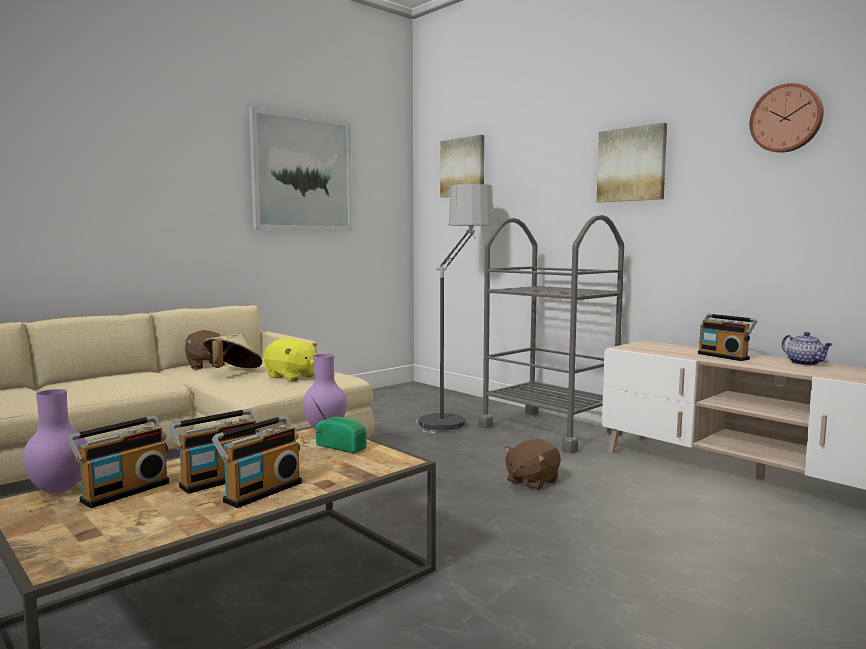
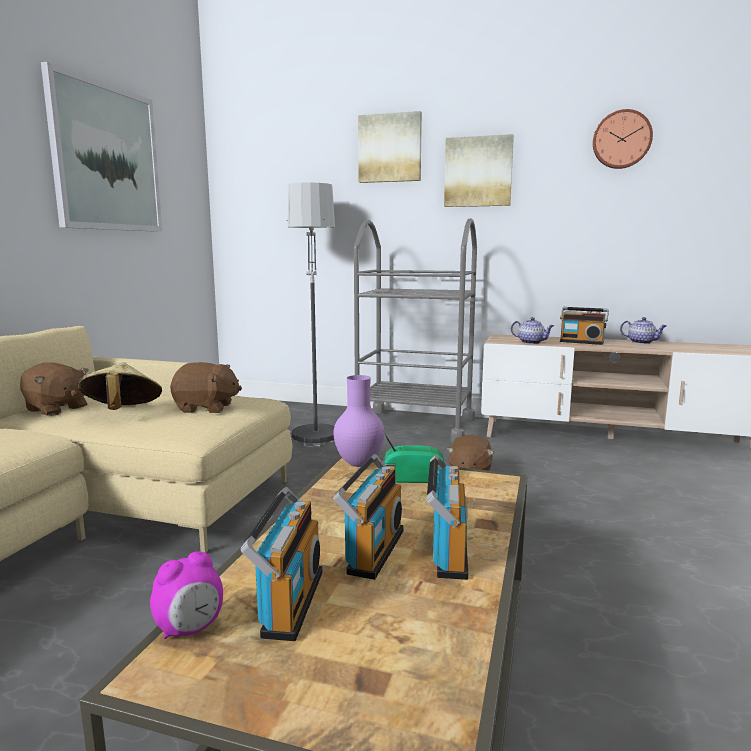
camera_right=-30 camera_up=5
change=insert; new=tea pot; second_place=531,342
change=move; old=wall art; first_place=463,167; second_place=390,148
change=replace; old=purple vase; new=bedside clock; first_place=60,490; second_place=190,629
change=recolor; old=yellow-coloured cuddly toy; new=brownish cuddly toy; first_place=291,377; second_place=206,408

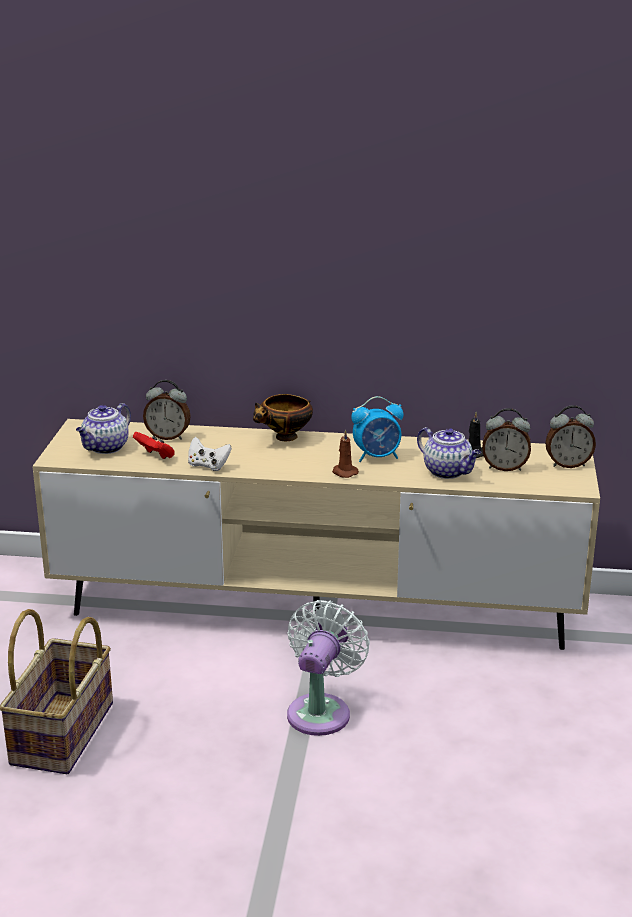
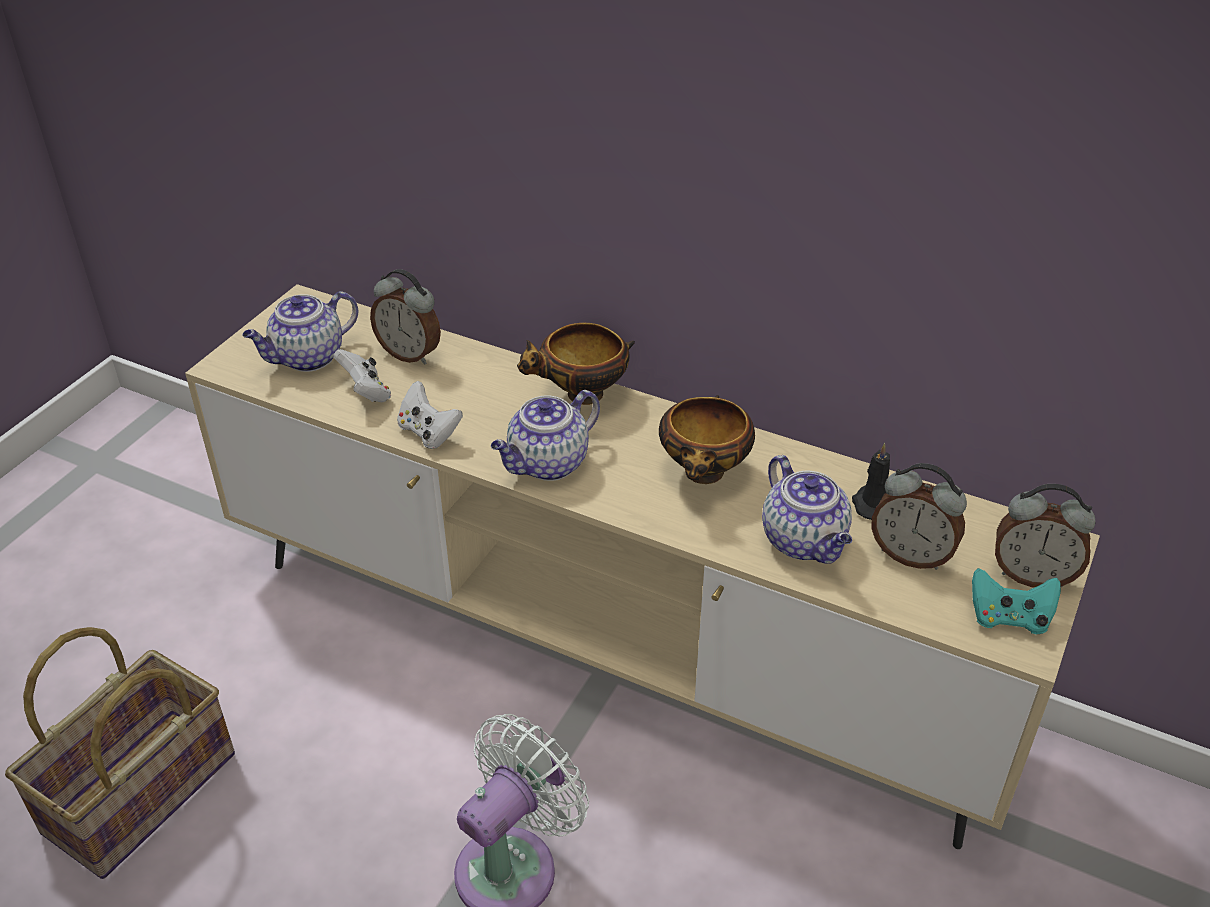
camera_right=20 camera_up=15
change=delete; old=brownish wax light; first_place=344,472
change=insert; new=tea pot; second_place=547,464
change=insert; new=turquoise game controller; second_place=1009,618
change=replace; old=bedside clock; new=bowl; first_place=377,457; second_place=704,475
change=recolor; old=red game controller; new=white game controller; first_place=156,456; second_place=366,392

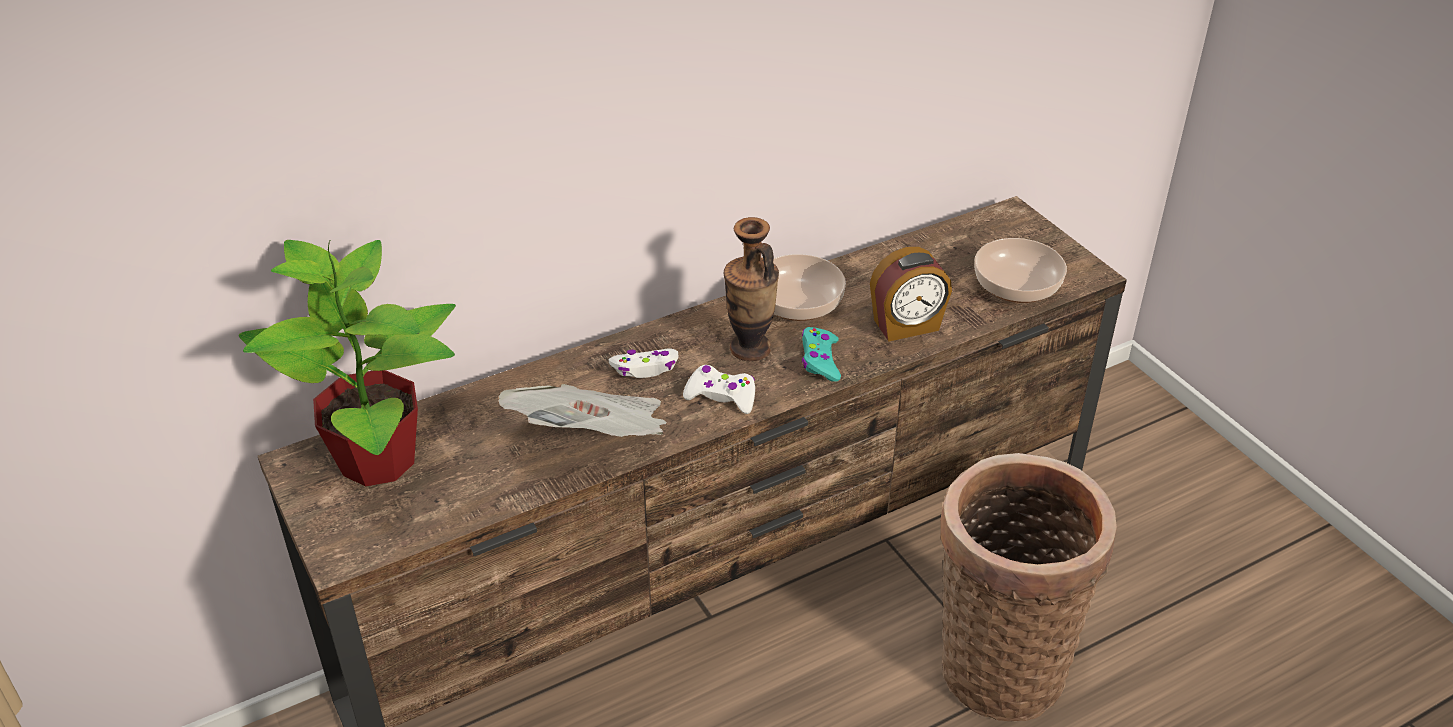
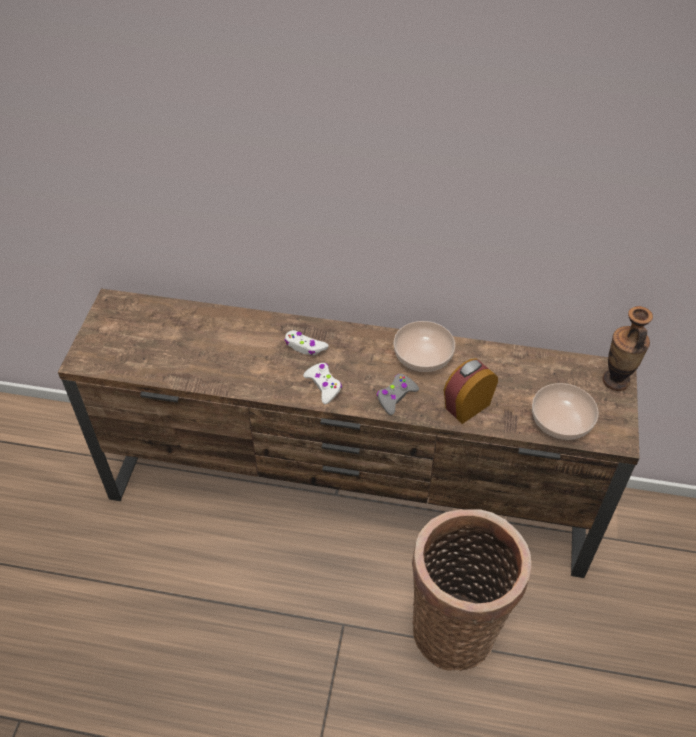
camera_right=40 camera_up=10
change=delete; old=houseplant; first_place=380,460
change=delete; old=printed paper; first_place=594,442
change=move; old=vase; first_place=750,348; second_place=615,380
change=recolor; old=turquoise game controller; new=grey game controller; first_place=820,360; second_place=396,397
change=rotate; old=bedside clock; first_place=907,326; second_place=466,406; degrees=120

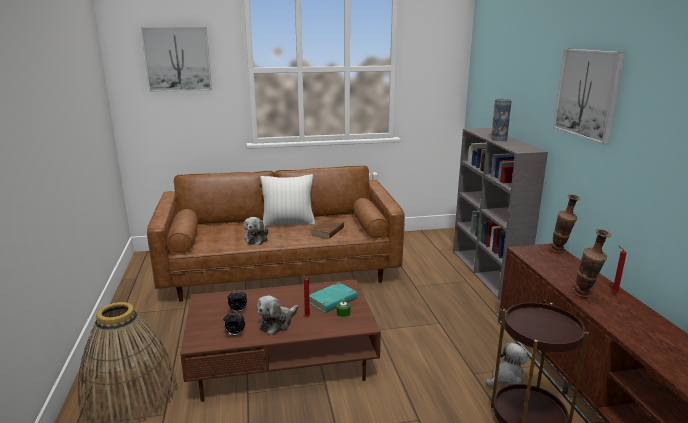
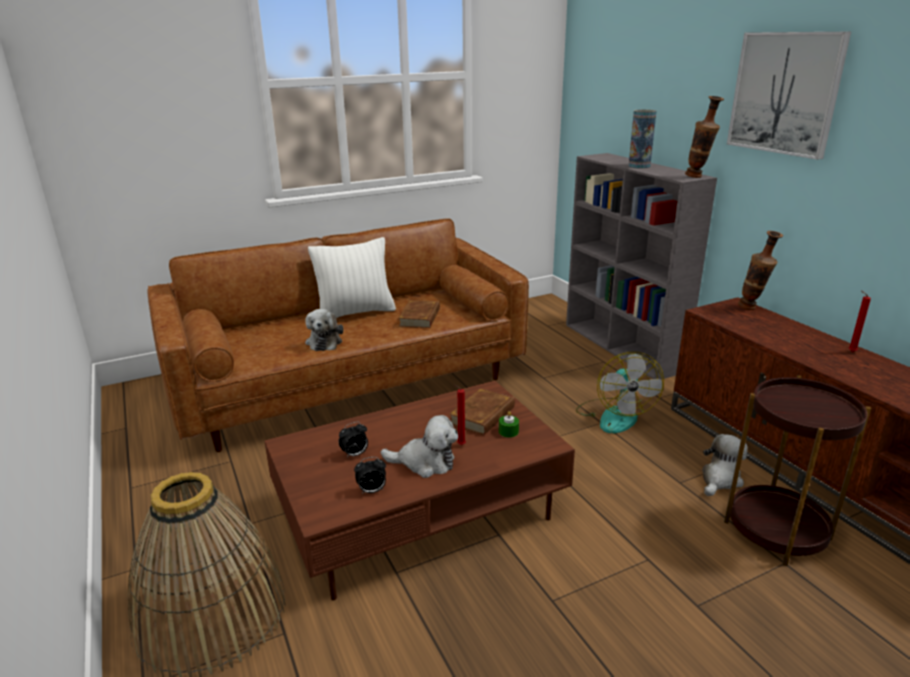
camera_right=-15 camera_up=5
change=delete; old=wall art; first_place=177,59
change=insert; new=fan; second_place=614,415
change=move; old=vase; first_place=585,297; second_place=698,177
change=recolor; old=turquoise book; new=brownish book; first_place=333,300; second_place=483,415
change=rotate; old=cuddly toy; first_place=277,323; second_place=425,462; degrees=-105

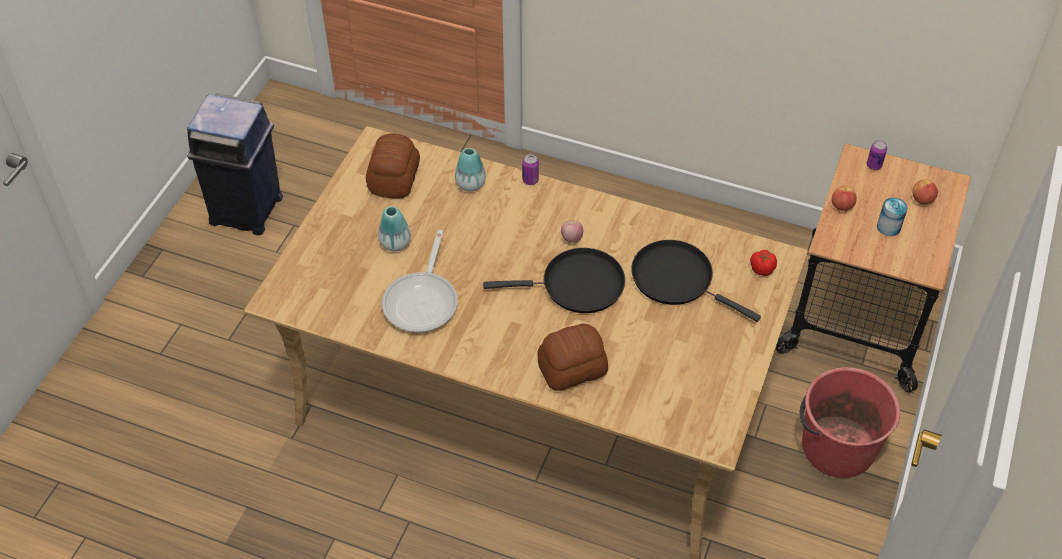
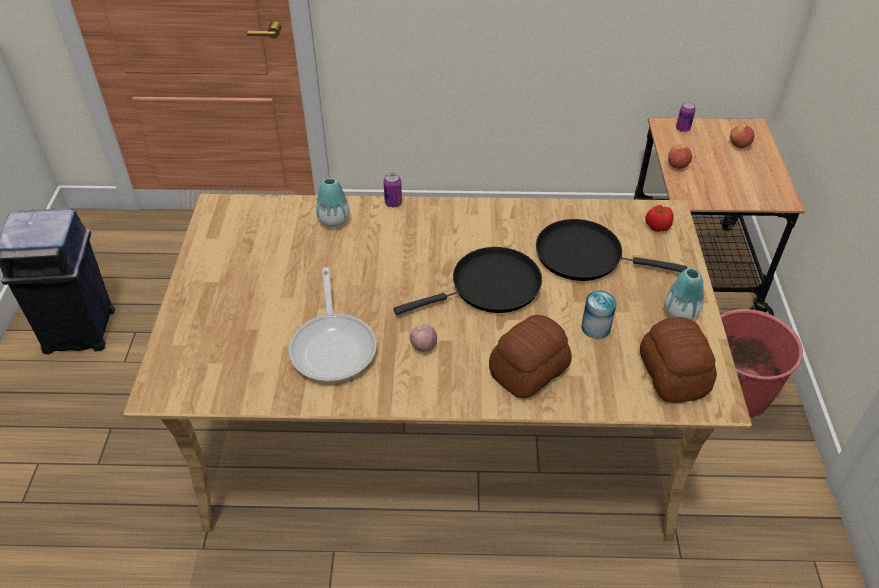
camera_right=-20 camera_up=-5
change=move; old=baked bread; first_place=395,178; second_place=674,373
change=move; old=vase; first_place=395,243; second_place=680,313
change=move; old=apple fruit; first_place=571,238; second_place=423,346
change=move; old=can; first_place=888,227; second_place=596,327

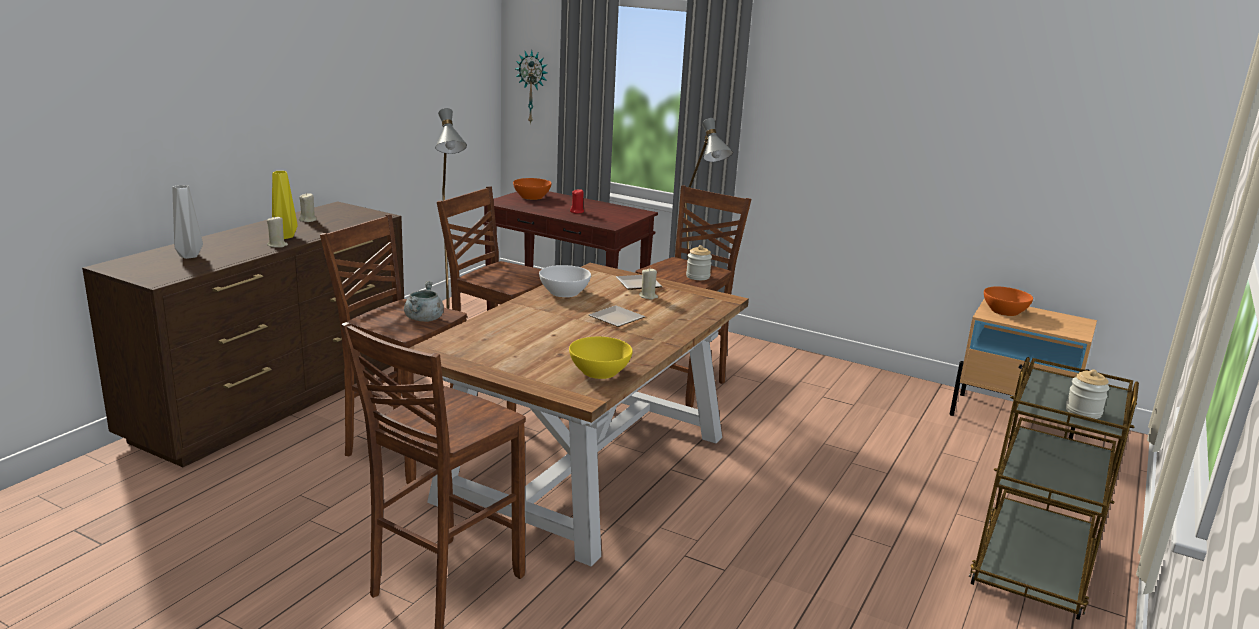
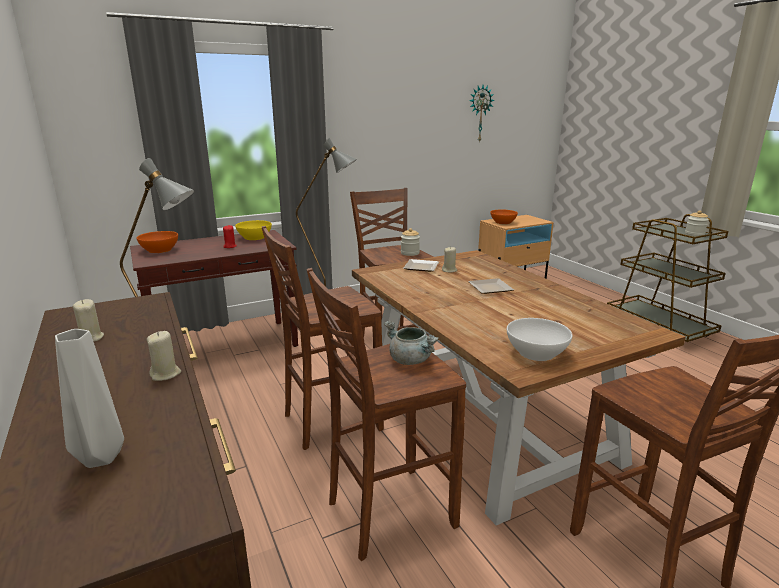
camera_right=-55 camera_up=0
change=delete; old=yellow-coloured vase; first_place=285,237
change=move; old=wall clock; first_place=532,87; second_place=479,113
change=move; old=white bowl; first_place=564,292; second_place=536,352
change=move; old=yellow-coloured bowl; first_place=600,371; second_place=255,237

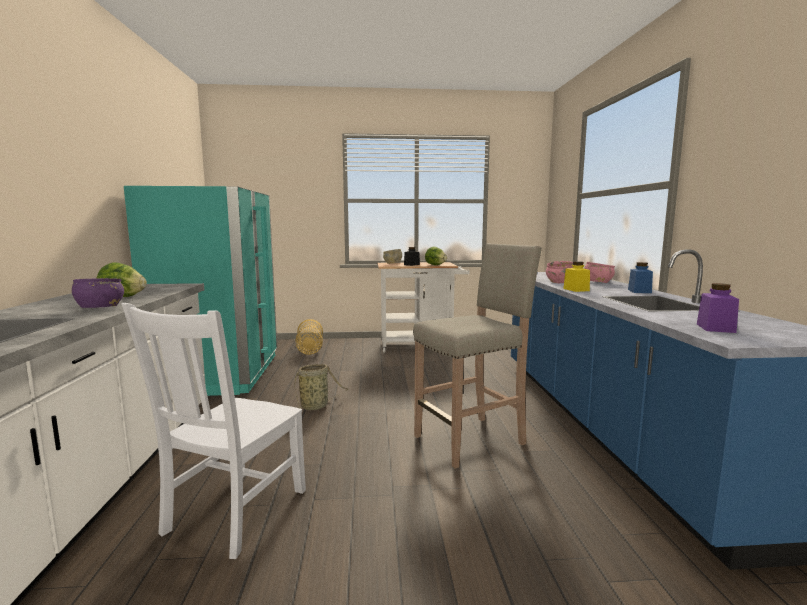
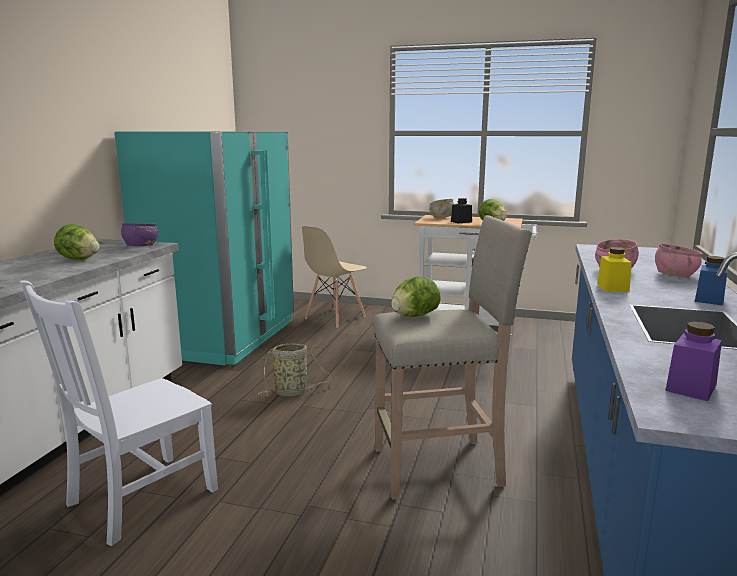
camera_right=20 camera_up=5
change=insert; new=head of lettuce; second_place=414,316
change=move; old=purple bowl; first_place=100,308; second_place=141,246
change=replace; old=household basket; new=beige plain chair; first_place=309,350; second_place=334,317

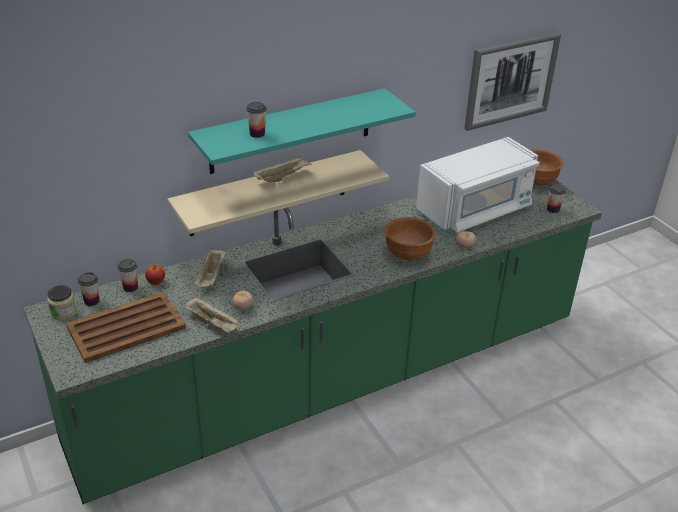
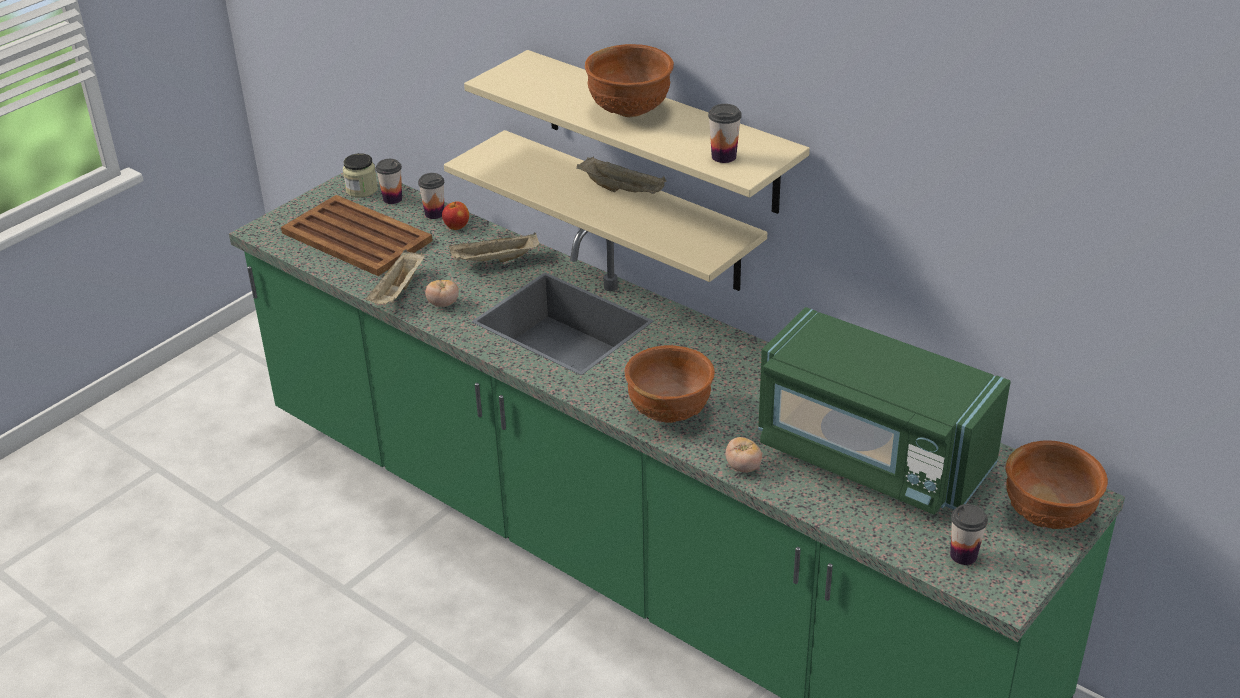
camera_right=70 camera_up=0
change=delete; old=wall art; first_place=511,80
change=insert; new=brownish bowl; second_place=629,111
change=move; old=cup; first_place=257,134; second_place=723,156
change=recolor; old=turquoise shelf; new=beige shelf; first_place=291,131; second_place=660,132
change=recolor; old=white kitchen microwave; new=green kitchen microwave; first_place=475,210; second_place=871,456

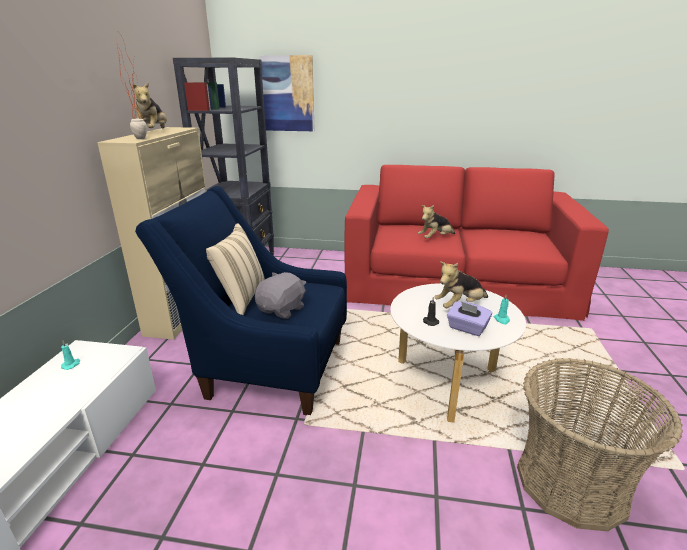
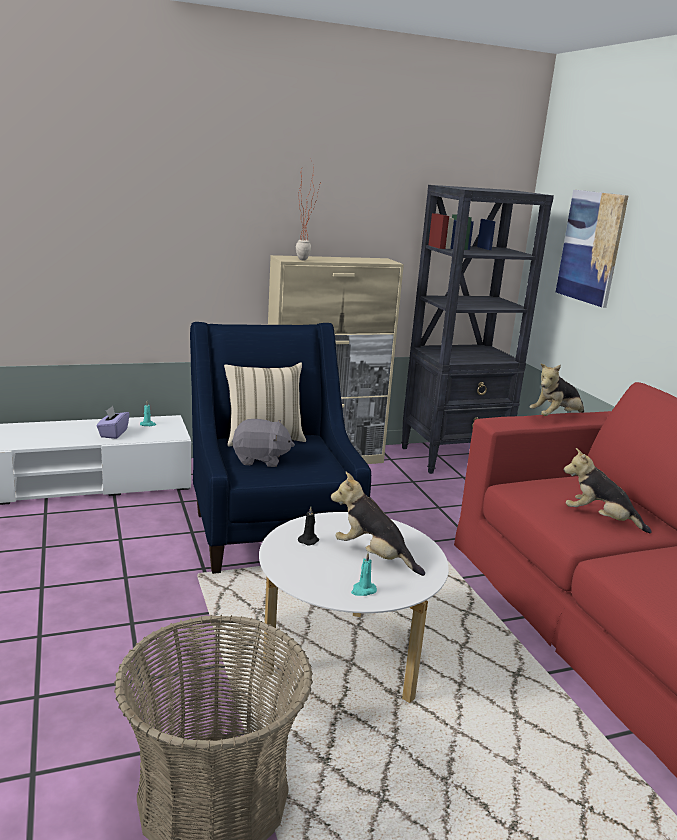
camera_right=60 camera_up=-5
change=move; old=cuddly toy; first_place=153,132; second_place=556,417
change=move; old=purple tissue holder; first_place=467,328; second_place=113,433

